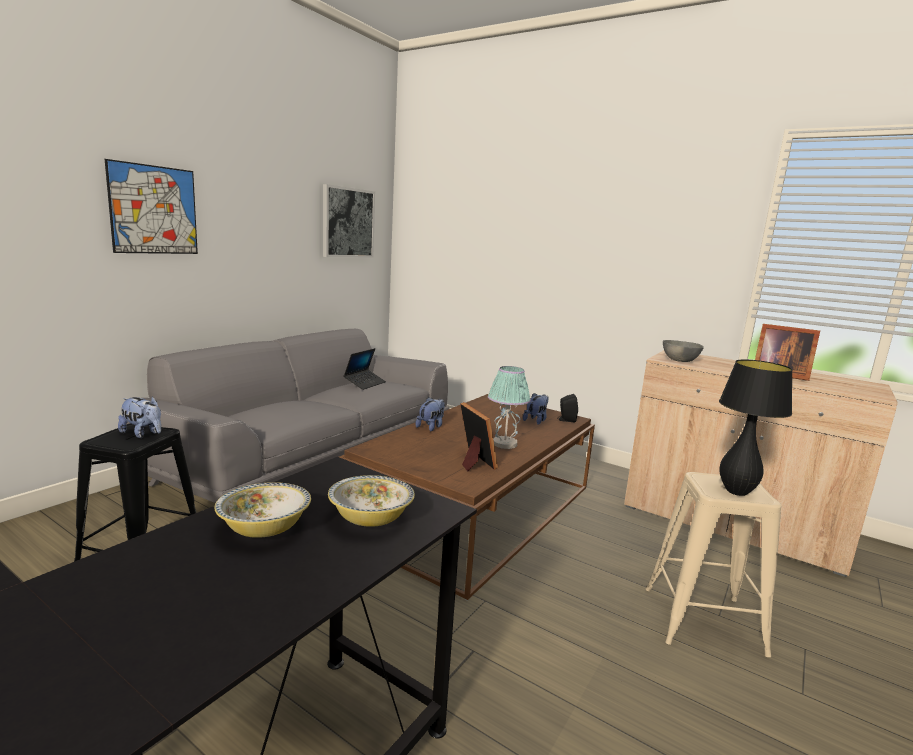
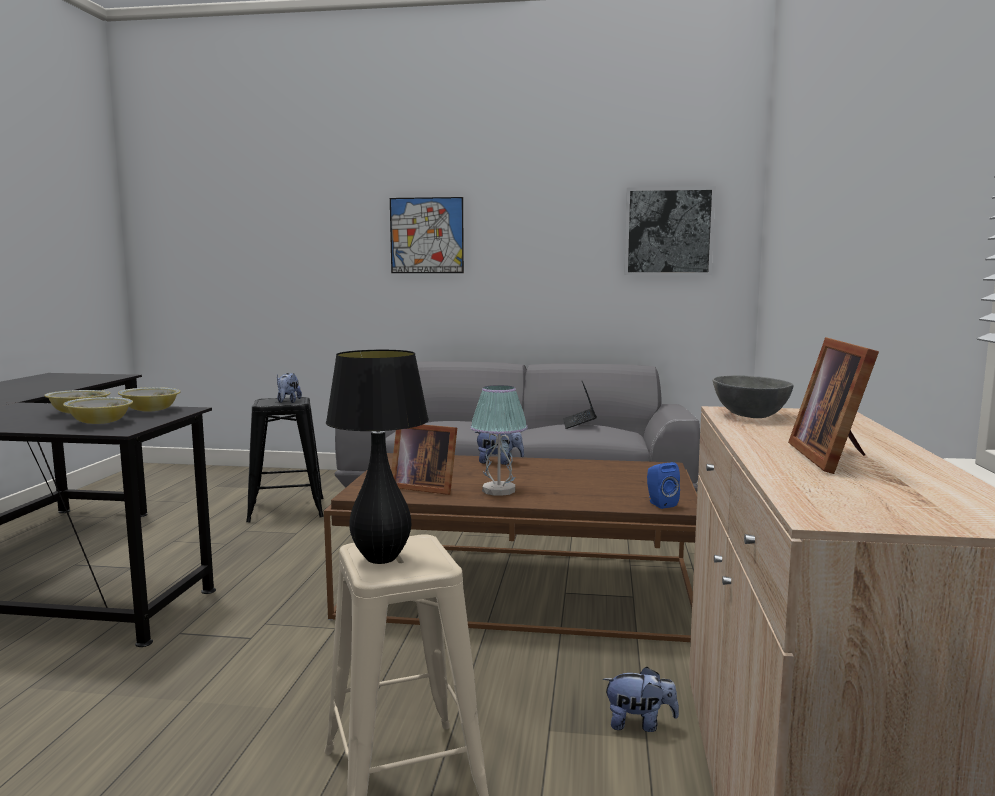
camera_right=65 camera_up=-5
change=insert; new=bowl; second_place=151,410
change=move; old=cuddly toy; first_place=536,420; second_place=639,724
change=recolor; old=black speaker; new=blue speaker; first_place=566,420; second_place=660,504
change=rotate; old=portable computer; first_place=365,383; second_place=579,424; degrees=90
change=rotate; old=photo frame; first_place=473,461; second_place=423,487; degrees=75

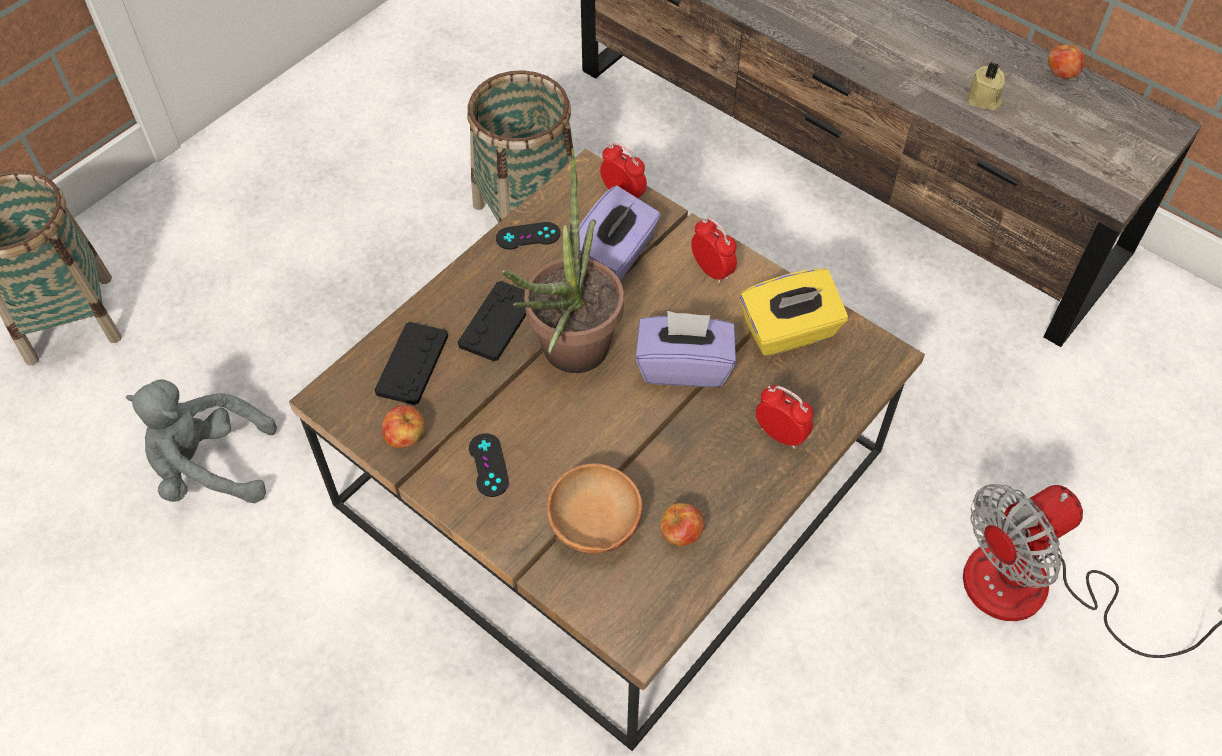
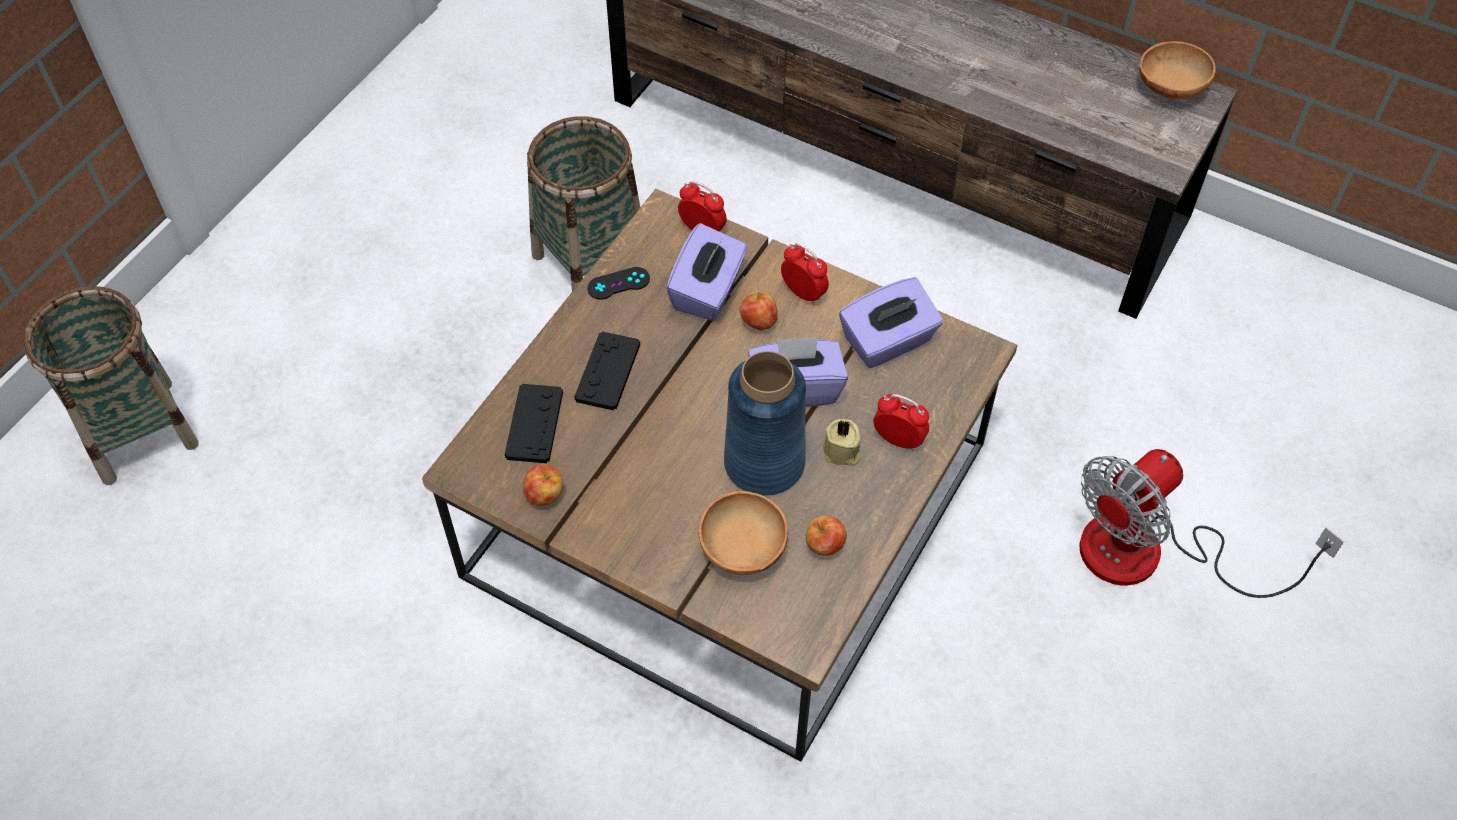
camera_right=-10 camera_up=0
change=delete; old=grey cuddly toy; first_place=209,467
change=delete; old=black game controller; first_place=488,465
change=delete; old=houseplant; first_place=568,358
change=insert; new=blue vase; second_place=763,463
change=insert; new=brownish bowl; second_place=1169,88
change=move; old=beige wax light; first_place=984,100; second_place=842,453
change=move; old=apple fruit; first_place=1060,74; second_place=758,322
change=recolor; old=yellow-coloured tissue holder; new=purple tissue holder; first_place=789,332; second_place=888,342

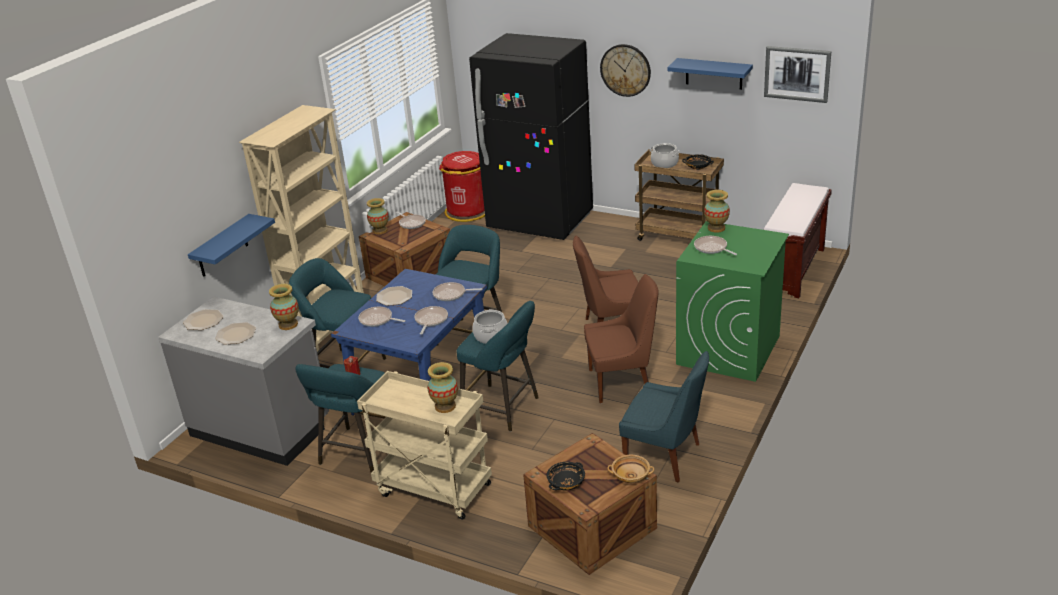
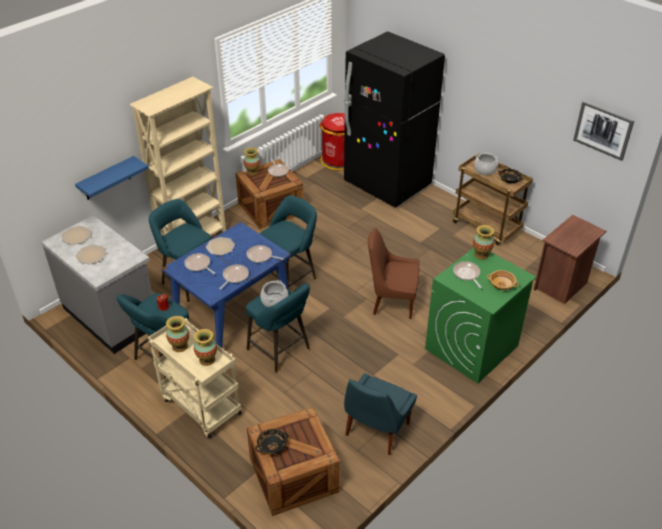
camera_right=15 camera_up=10
change=delete; old=brownish plain chair; first_place=622,382
change=delete; old=wall clock; first_place=625,70
change=delete; old=blue shelf; first_place=714,73
change=move; old=vase; first_place=288,325; second_place=180,346
change=move; old=beige bowl; first_place=631,476; second_place=502,285
change=replace; old=brownish indoor bench; new=brownish bedside table; first_place=793,270; second_place=561,286
change=rotate; old=blue plain chair; first_place=665,457; second_place=376,431; degrees=75

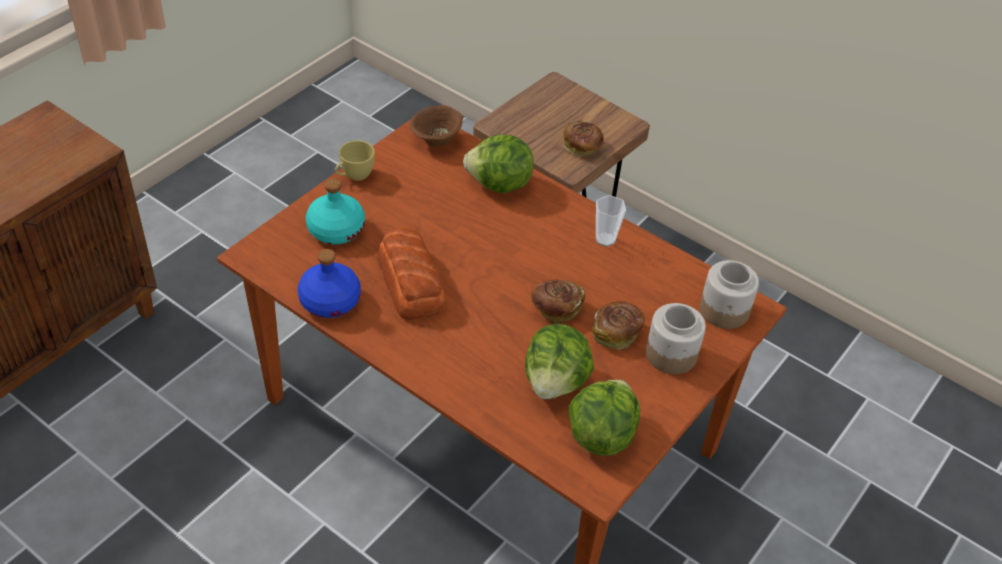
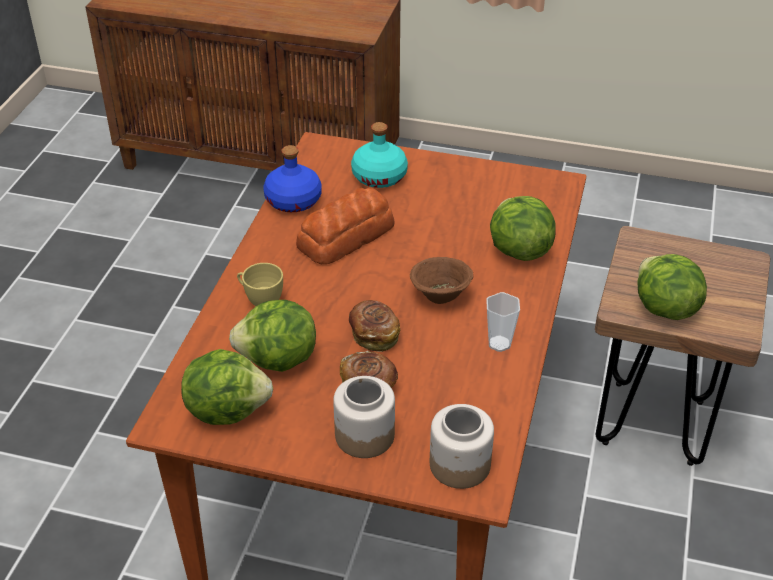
camera_right=70 camera_up=-5
change=move; old=yellow-coloured cup; first_place=354,176; second_place=260,299
change=move; old=brownish bowl; first_place=436,141; second_place=440,297
change=replace; old=baked bread; new=head of lettuce; first_place=582,147; second_place=664,308

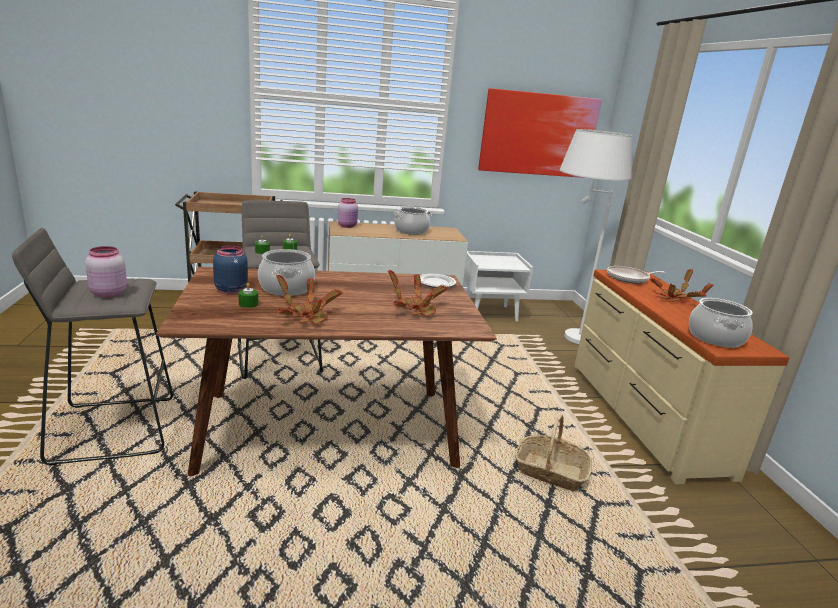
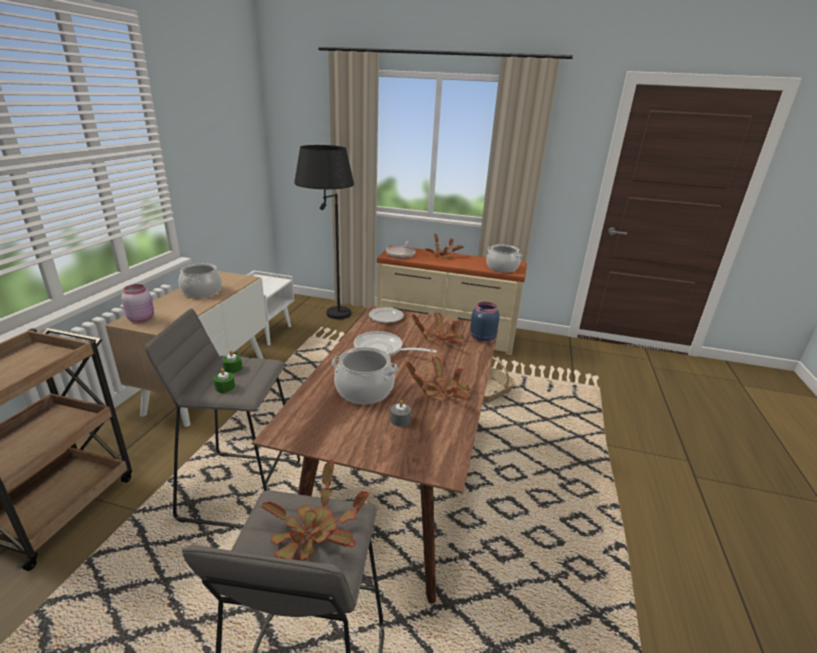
camera_right=-65 camera_up=5
change=delete; old=wall art; first_place=538,134
change=insert; new=pan; second_place=382,350
change=move; old=blue preserve jar; first_place=231,289; second_place=481,338
change=replace; old=pink-coloured preserve jar; new=houseplant; first_place=108,293; second_place=312,533
change=recolor; old=green wax light; new=grey wax light; first_place=248,304; second_place=400,420
change=recolor; old=white floor lamp; new=black floor lamp; first_place=562,335; second_place=328,318

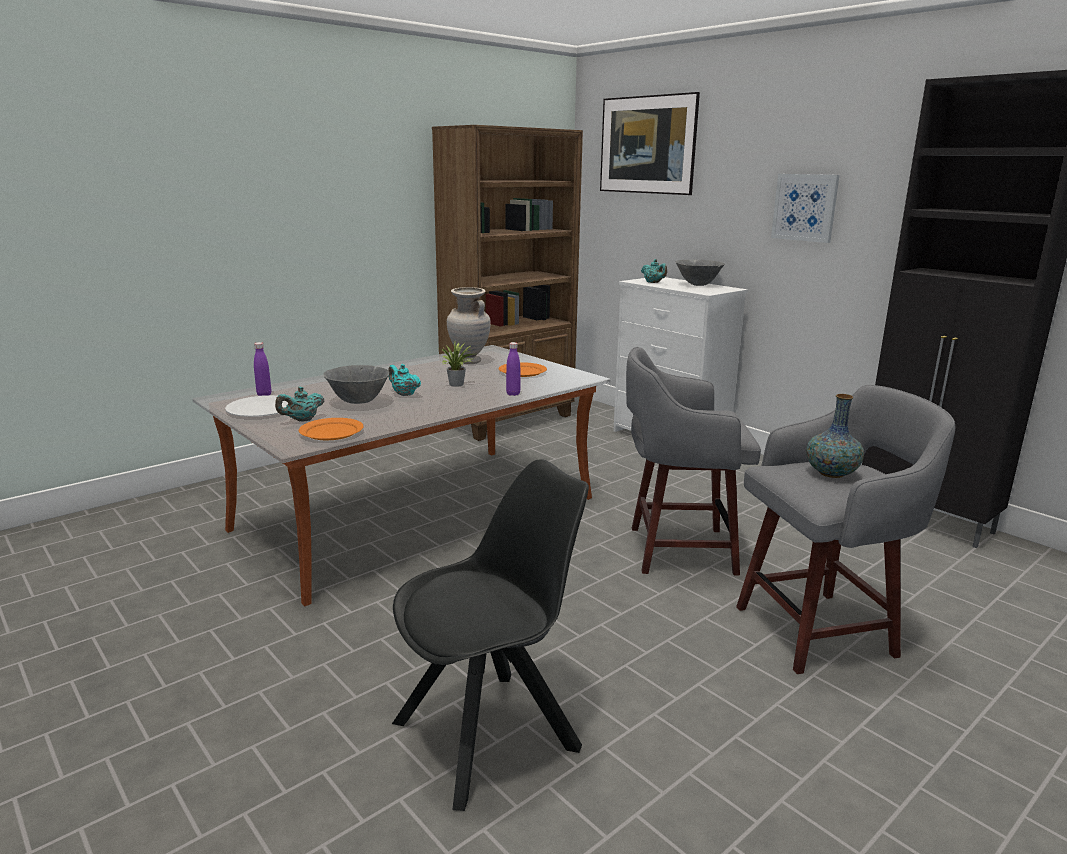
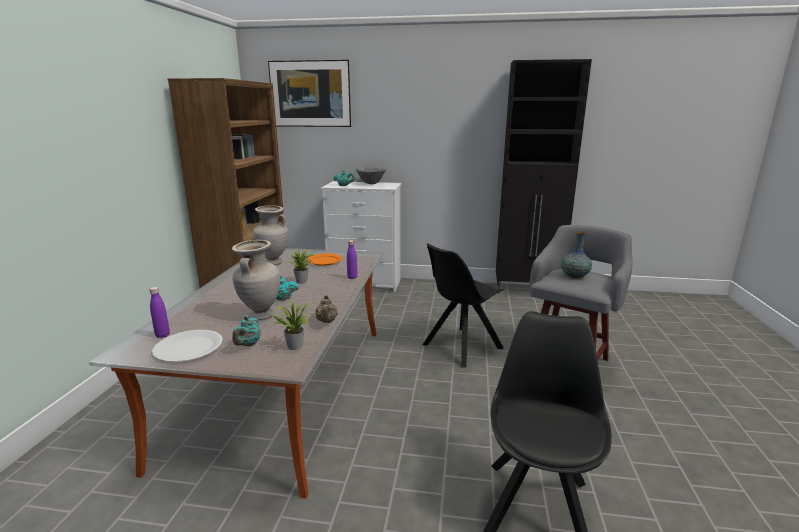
camera_right=-40 camera_up=0
change=delete; old=wall art; first_place=805,207
change=insert; new=beige tea pot; second_place=327,321
change=replace; old=orange-coloured plate; new=houseplant; first_place=331,432; second_place=294,345
change=replace; old=grey bowl; new=beige vase; first_place=358,402; second_place=260,315
change=replace; old=grey sitting stool; new=black plain chair; first_place=677,550; second_place=460,347

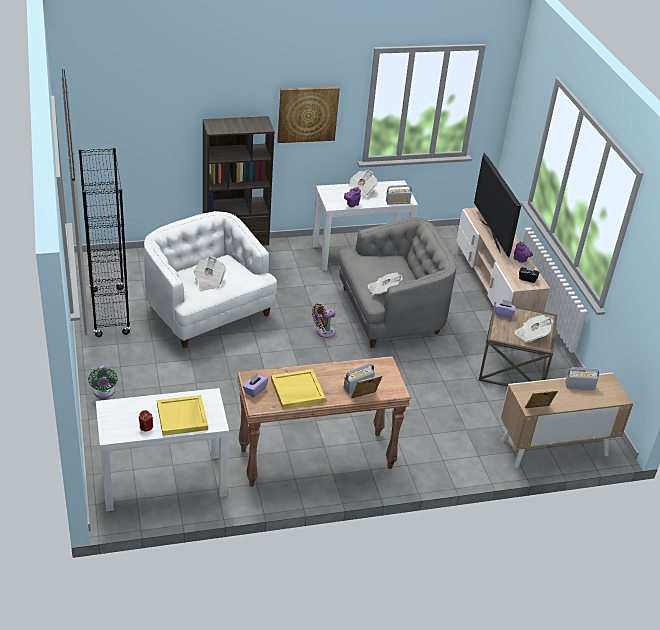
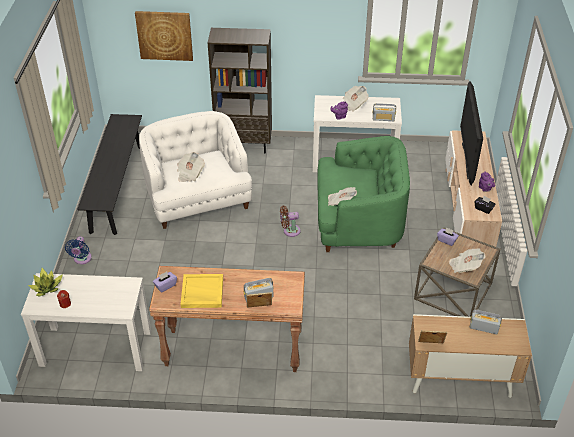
camera_right=20 camera_up=5
change=delete; old=yellow-coloured tray; first_place=182,417
change=insert; new=houseplant; second_place=47,287
change=move; old=wall art; first_place=307,114; second_place=164,35
change=replace; old=black bookcase; new=black indoor bench; first_place=109,312; second_place=116,187
change=recolor; old=green fan; new=blue fan; first_place=104,393; second_place=82,259
change=recolor; old=grey easy chair; new=green easy chair; first_place=390,313; second_place=358,221

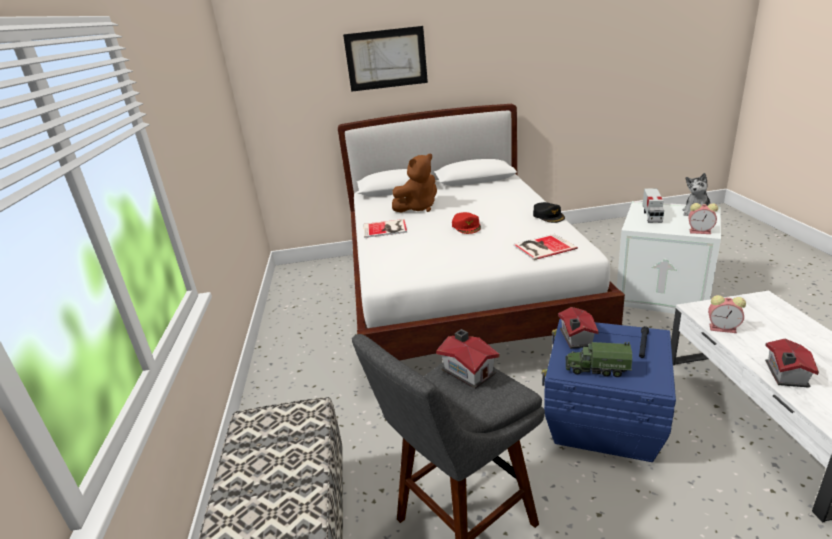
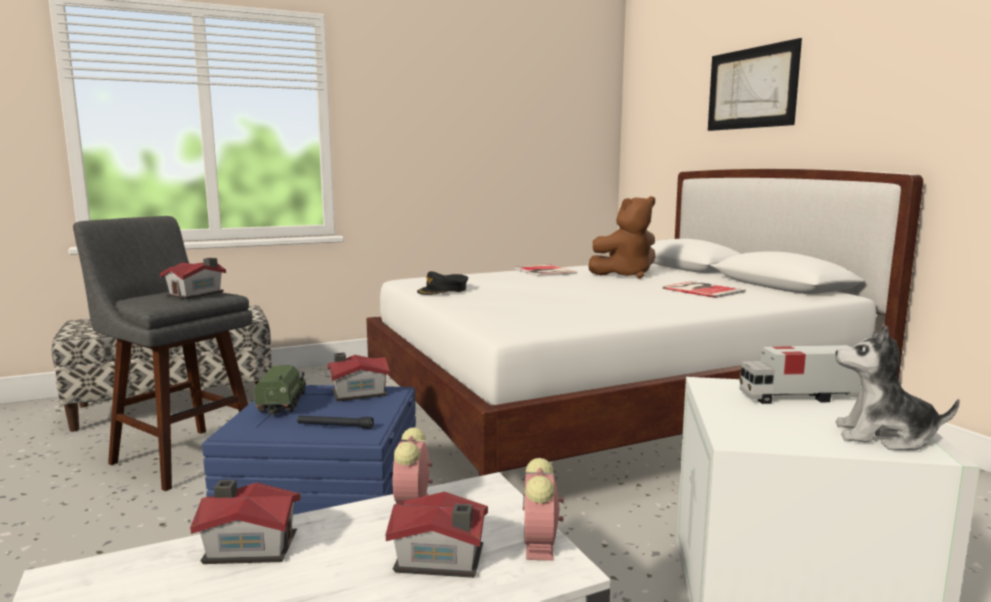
camera_right=70 camera_up=-15
change=delete; old=red baseball cap; first_place=466,226
change=insert; new=toy house; second_place=441,561
change=move; old=book; first_place=542,247; second_place=702,289
change=move; old=black baseball cap; first_place=548,216; second_place=443,290
change=move; old=bedside clock; first_place=701,231; second_place=540,546
change=rotate; old=brownish cuddly toy; first_place=418,208; second_place=625,275; degrees=-60

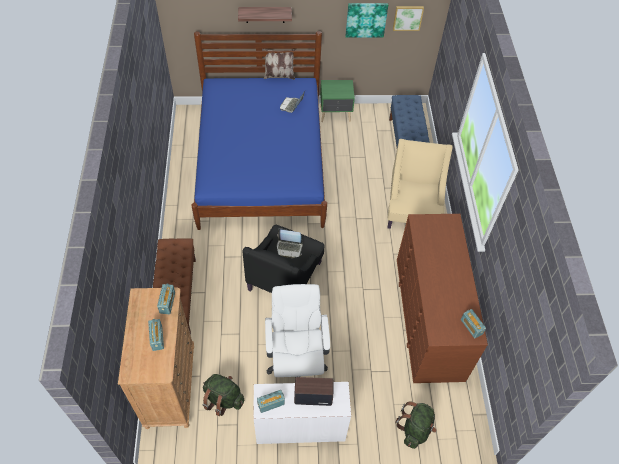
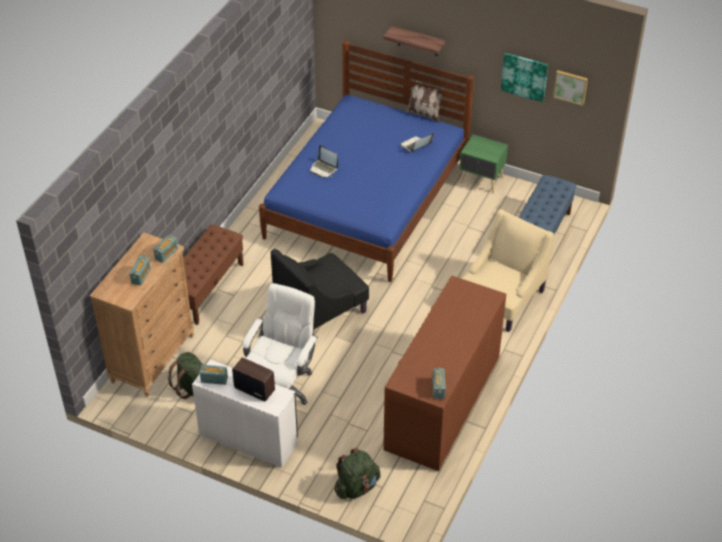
camera_right=30 camera_up=-10
change=move; old=portable computer; first_place=289,248; second_place=323,169

